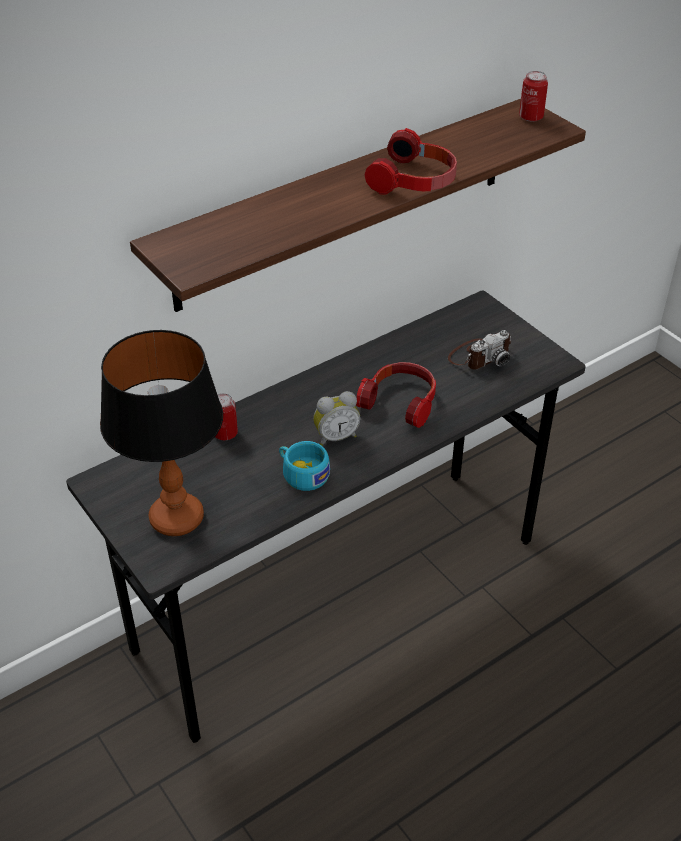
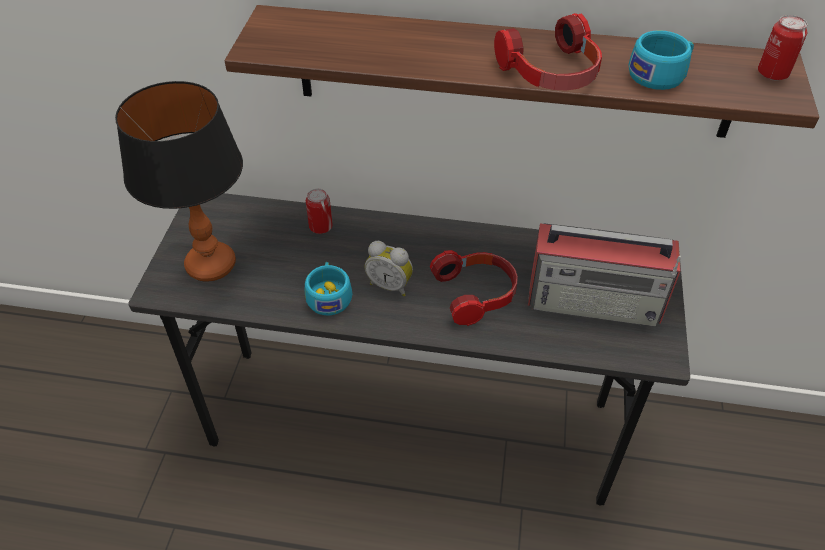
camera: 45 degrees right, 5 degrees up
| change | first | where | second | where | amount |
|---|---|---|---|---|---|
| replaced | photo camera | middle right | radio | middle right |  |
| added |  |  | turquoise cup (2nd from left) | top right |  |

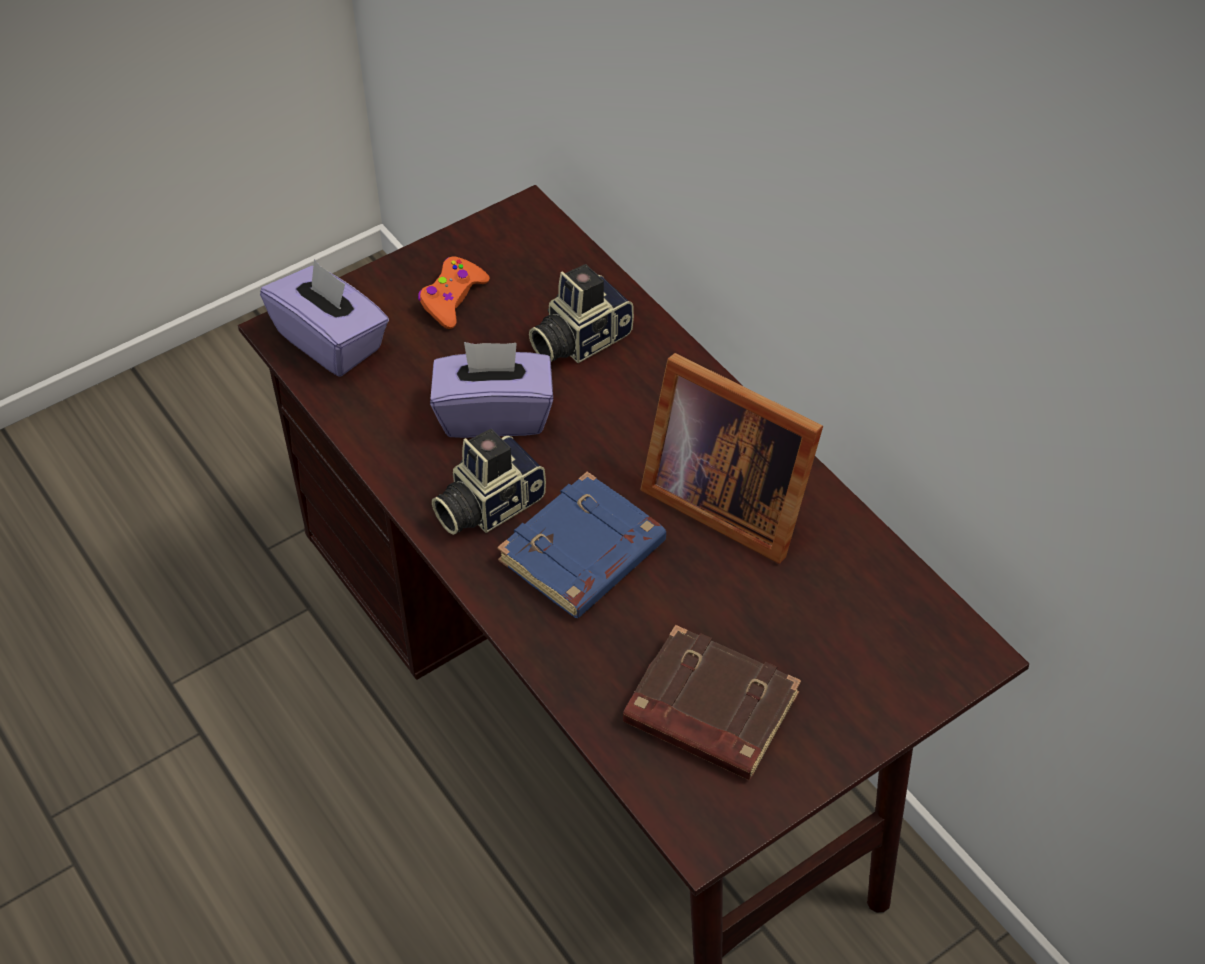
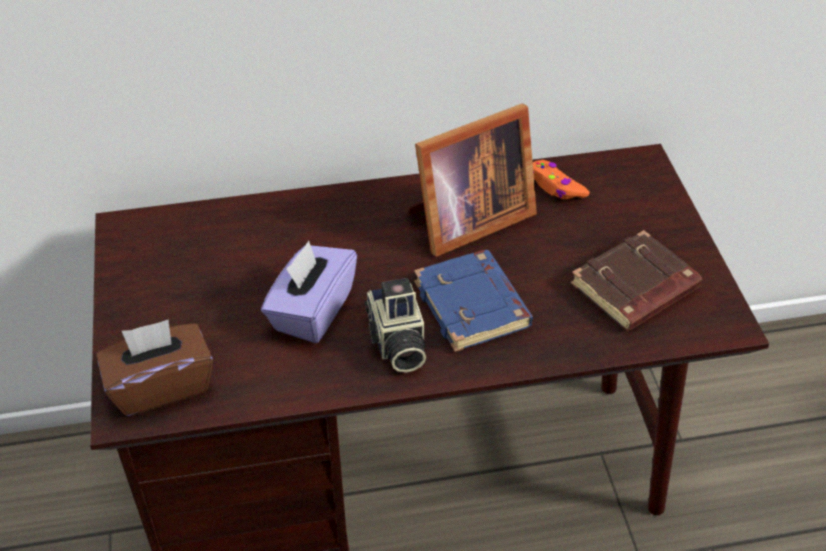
camera: 65 degrees left, 5 degrees down
| change | first | where | second | where | amount |
|---|---|---|---|---|---|
| recoloured | purple tissue box (1st from left) | top left | brown tissue box | bottom left |  |
| moved | orange game controller | top centre |  | top right |  |
| removed | photo camera (2nd from left) | top centre |  |  |  |

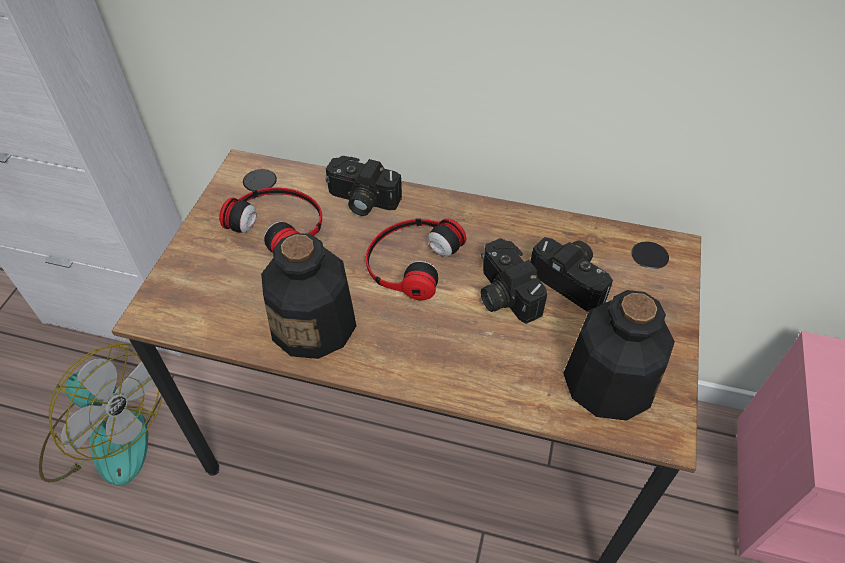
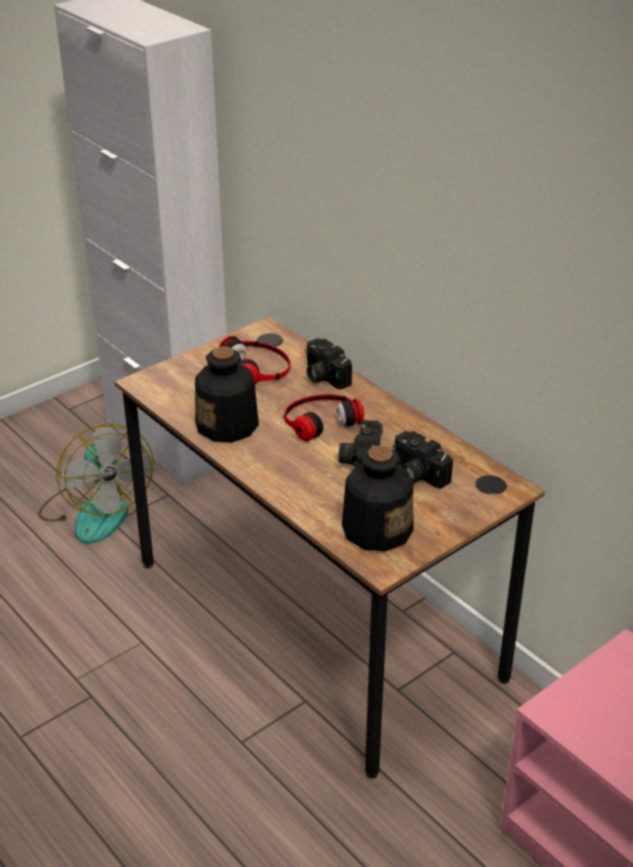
camera: 35 degrees right, 15 degrees down
| change | first | where | second | where | amount |
|---|---|---|---|---|---|
| turned | photo camera (3rd from left) | middle right |  | middle right | 150 degrees clockwise |

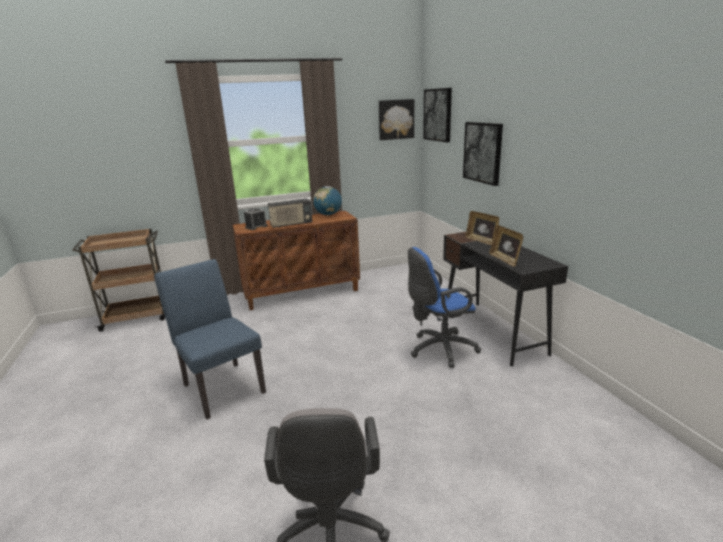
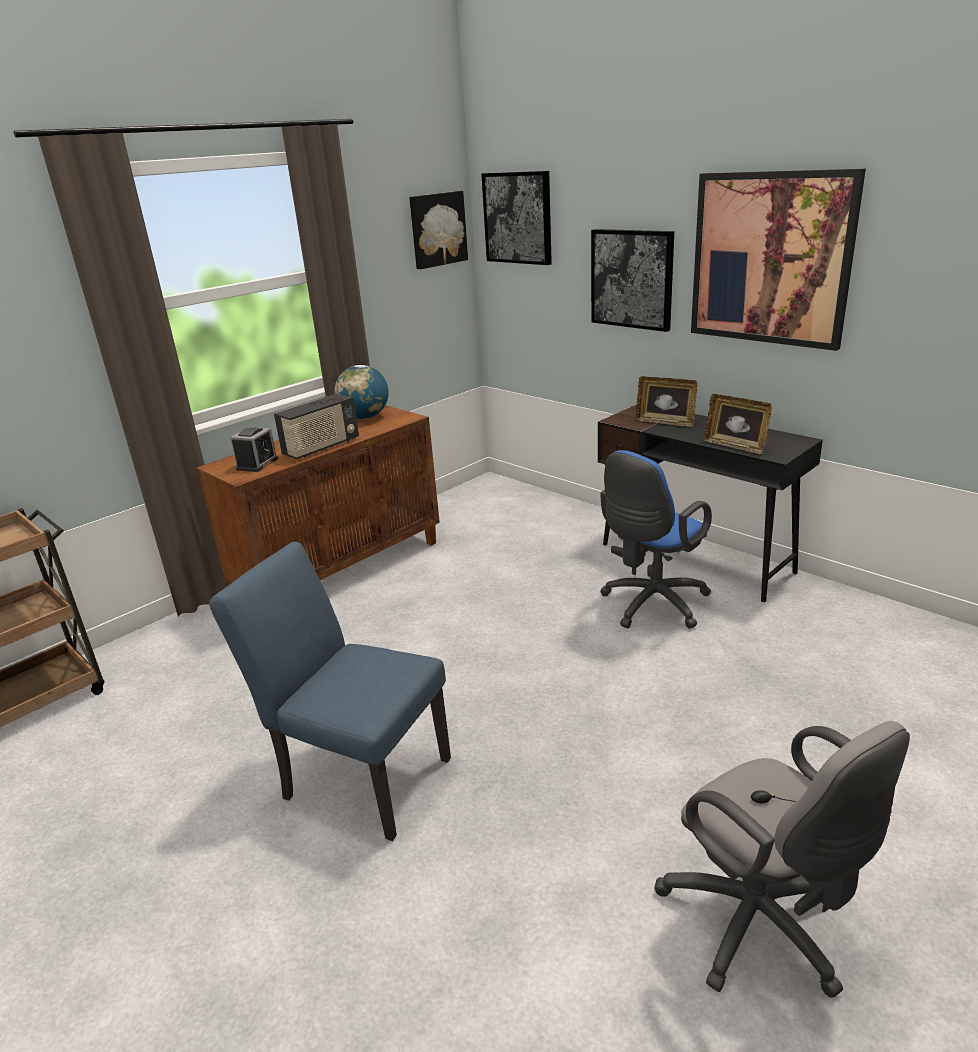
camera: 25 degrees left, 5 degrees up
| change | first | where | second | where | amount |
|---|---|---|---|---|---|
| added |  |  | picture (4th from left) | top right |  |

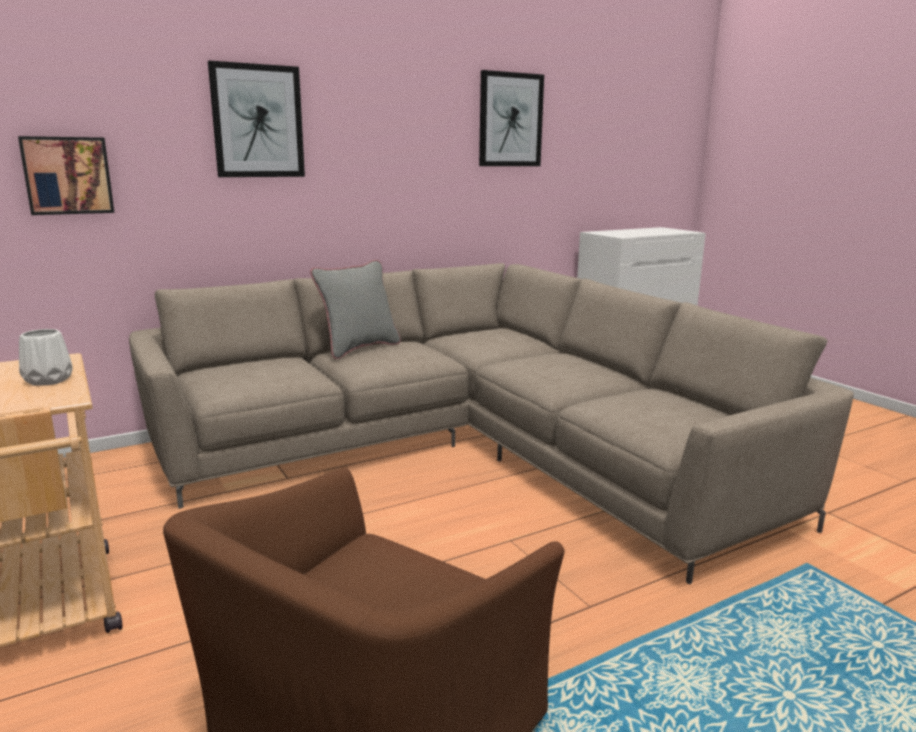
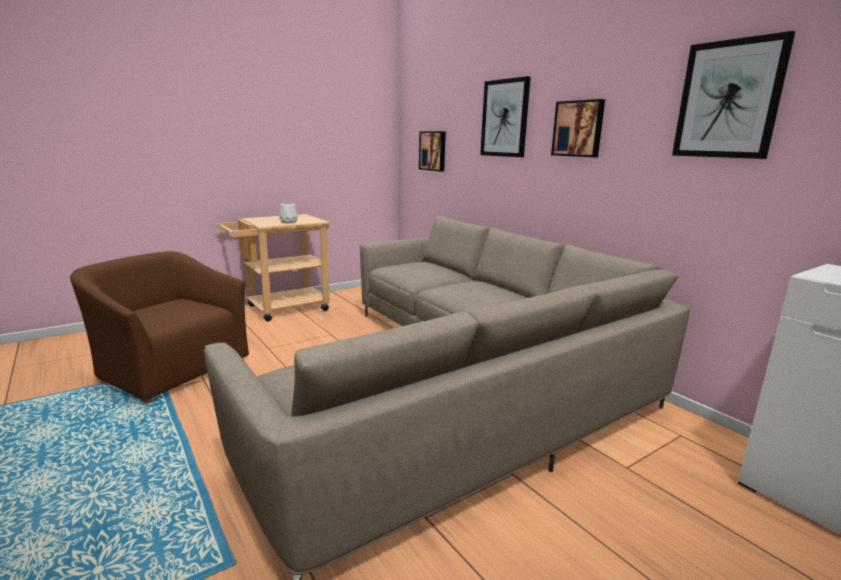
camera: 85 degrees right, 0 degrees up
| change | first | where | second | where | amount |
|---|---|---|---|---|---|
| added |  |  | picture (3rd from left) | top right |  |
| removed | grey pillow | centre |  |  |  |

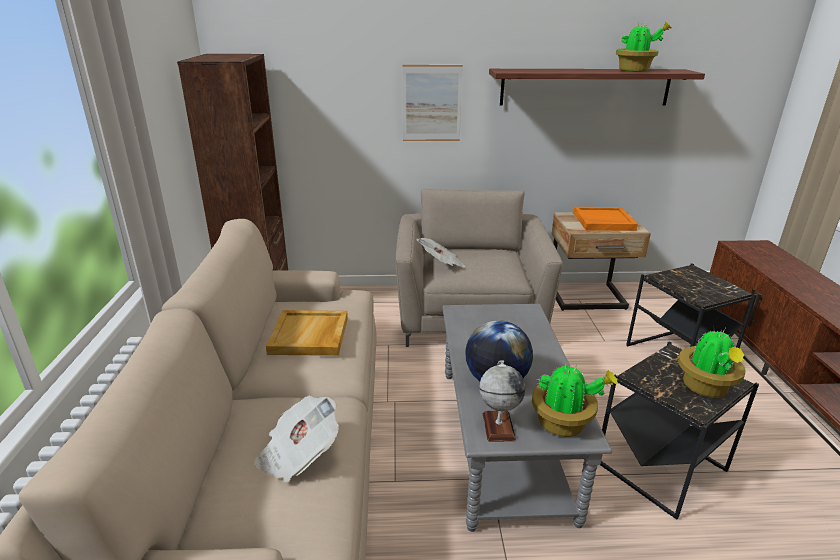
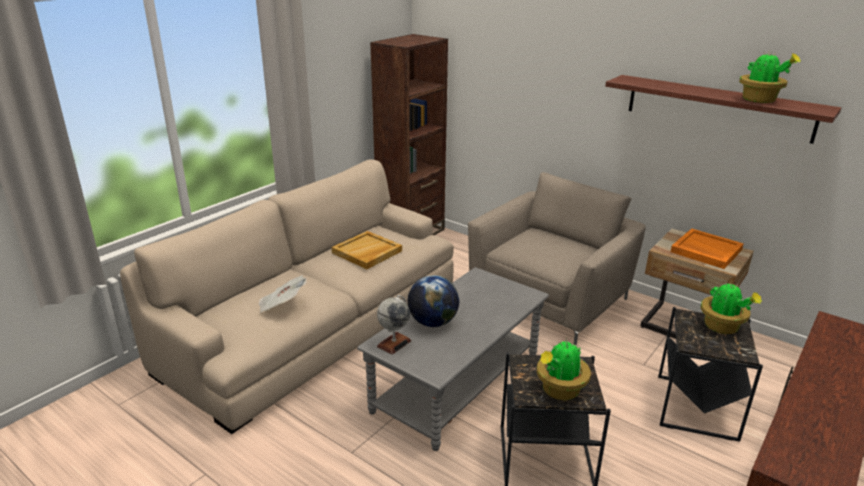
camera: 40 degrees right, 0 degrees up
| change | first | where | second | where | amount |
|---|---|---|---|---|---|
| moved | potted plant (1st from left in the first image) | bottom right | potted plant (2nd from left) | middle right |  |
| removed | picture | top centre |  |  |  |
| removed | newspaper (2nd from left) | centre |  |  |  |

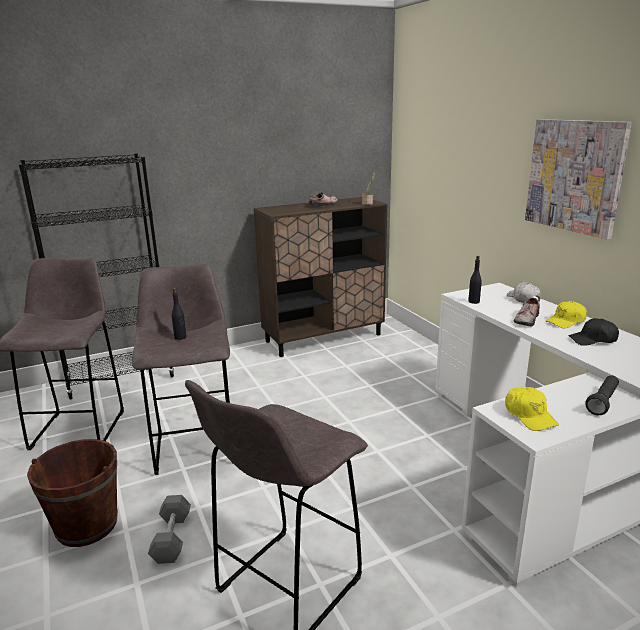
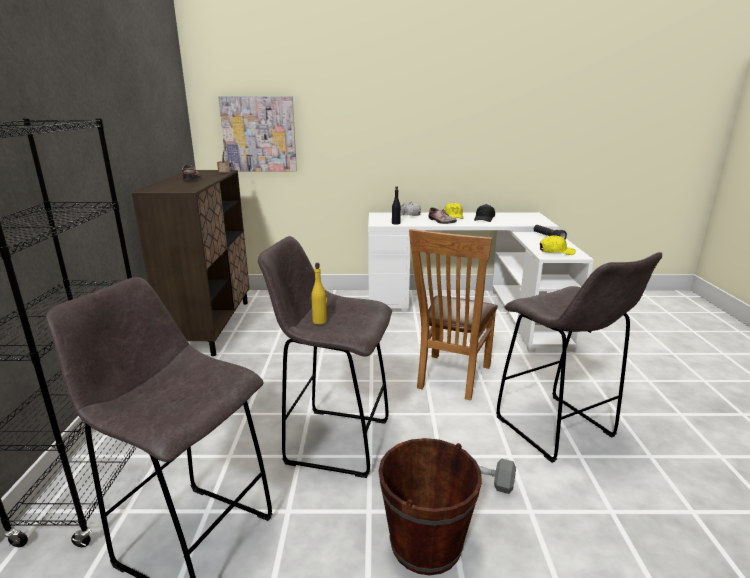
camera: 65 degrees left, 0 degrees up
| change | first | where | second | where | amount |
|---|---|---|---|---|---|
| moved | picture | top right |  | top centre |  |
| recoloured | black bottle (1st from left) | middle left | yellow bottle | centre |  |
| added |  |  | brown chair | centre |  |

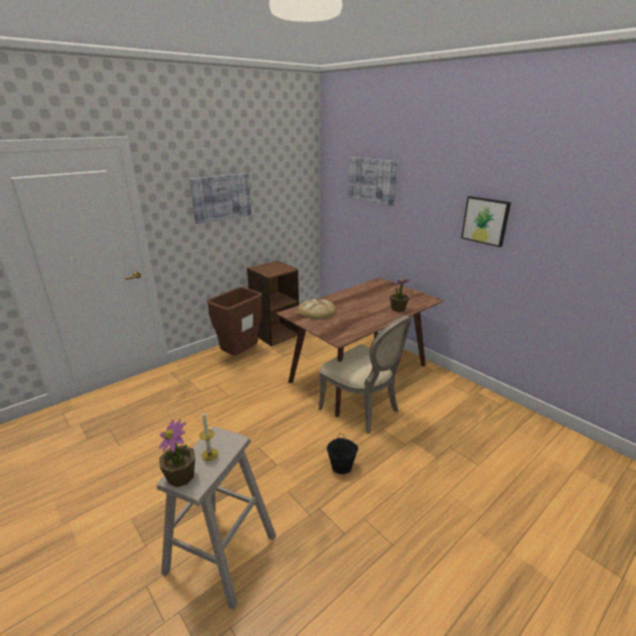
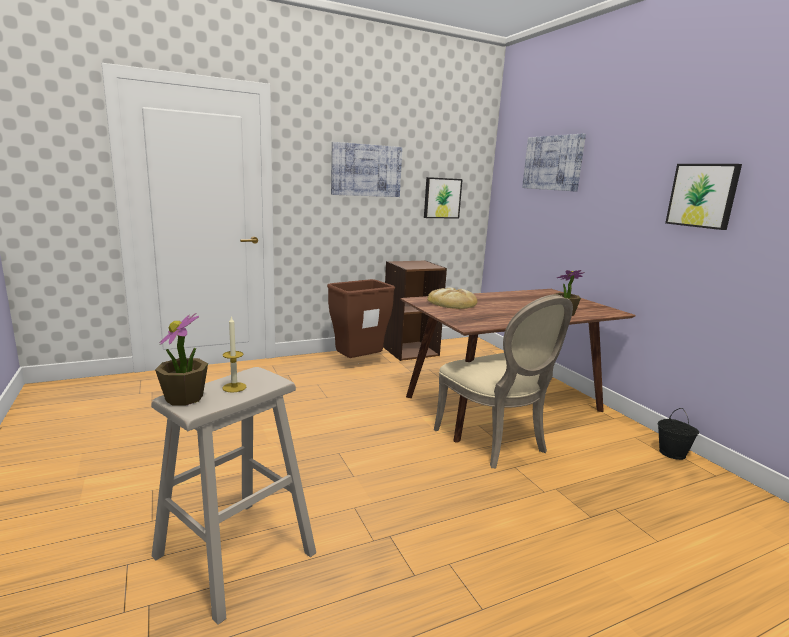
camera: 15 degrees right, 10 degrees down
| change | first | where | second | where | amount |
|---|---|---|---|---|---|
| added |  |  | picture (2nd from left) | top centre |  |
| moved | black bucket | bottom centre |  | bottom right |  |

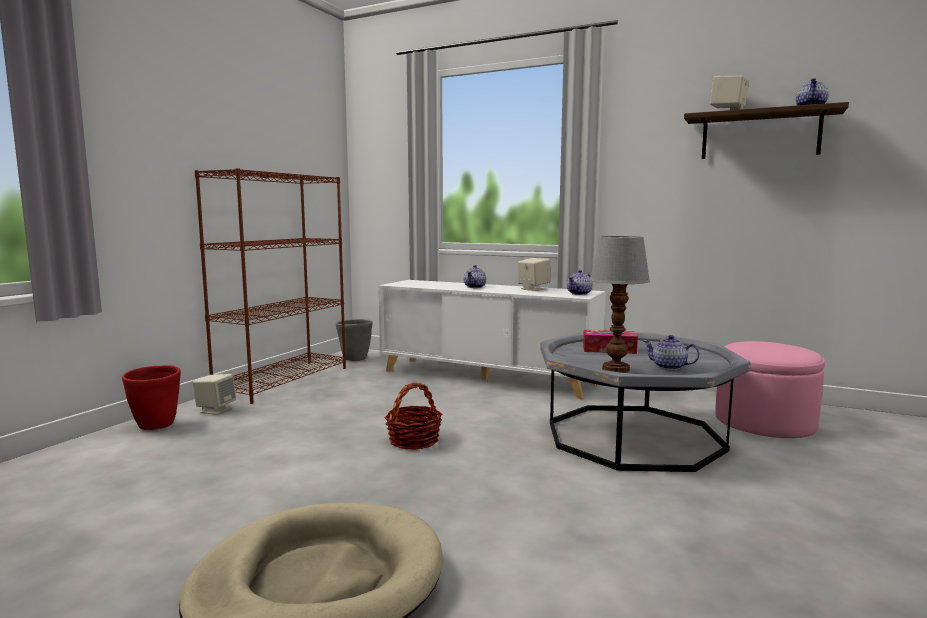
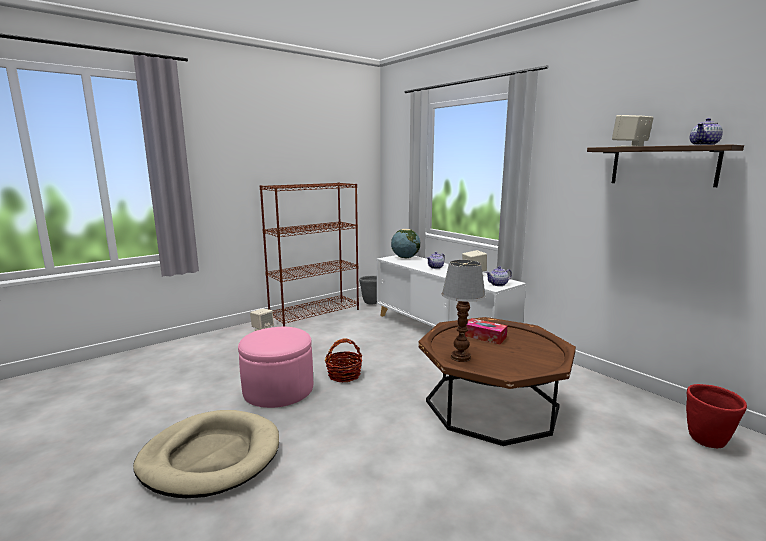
camera: 25 degrees right, 5 degrees up
| change | first | where | second | where | amount |
|---|---|---|---|---|---|
| moved | pink ottoman | middle right |  | bottom centre |  |
| added |  |  | globe | centre |  |
| recoloured | grey coffee table | middle right | brown coffee table | bottom centre |  |
| moved | red planter | middle left |  | bottom right |  |
| removed | teapot (3rd from left) | middle right |  |  |  |

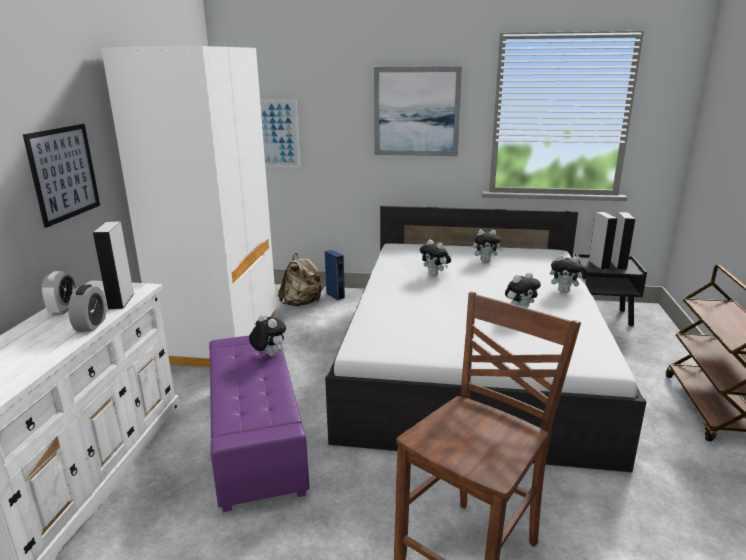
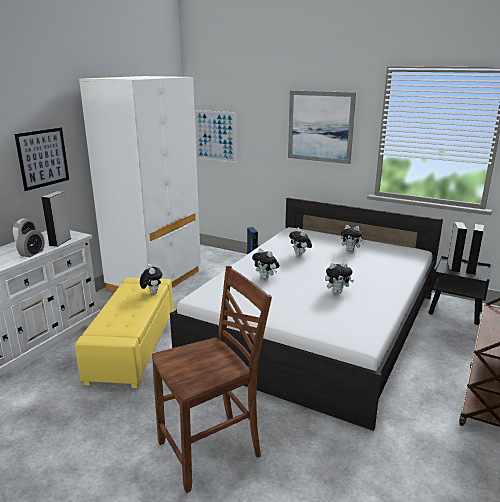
camera: 20 degrees right, 0 degrees up
| change | first | where | second | where | amount |
|---|---|---|---|---|---|
| recoloured | purple ottoman | bottom centre | yellow ottoman | middle left |  |
| moved | plush toy (5th from left in the first image) | middle right | plush toy (2nd from left) | centre |  |
| removed | beige backpack | centre |  |  |  |

